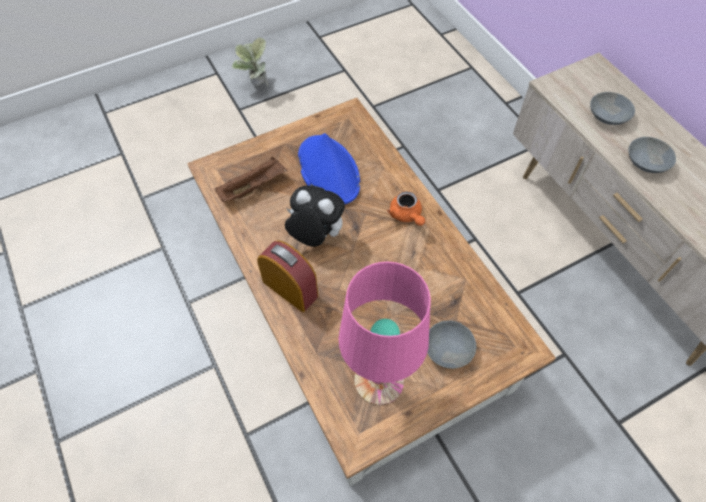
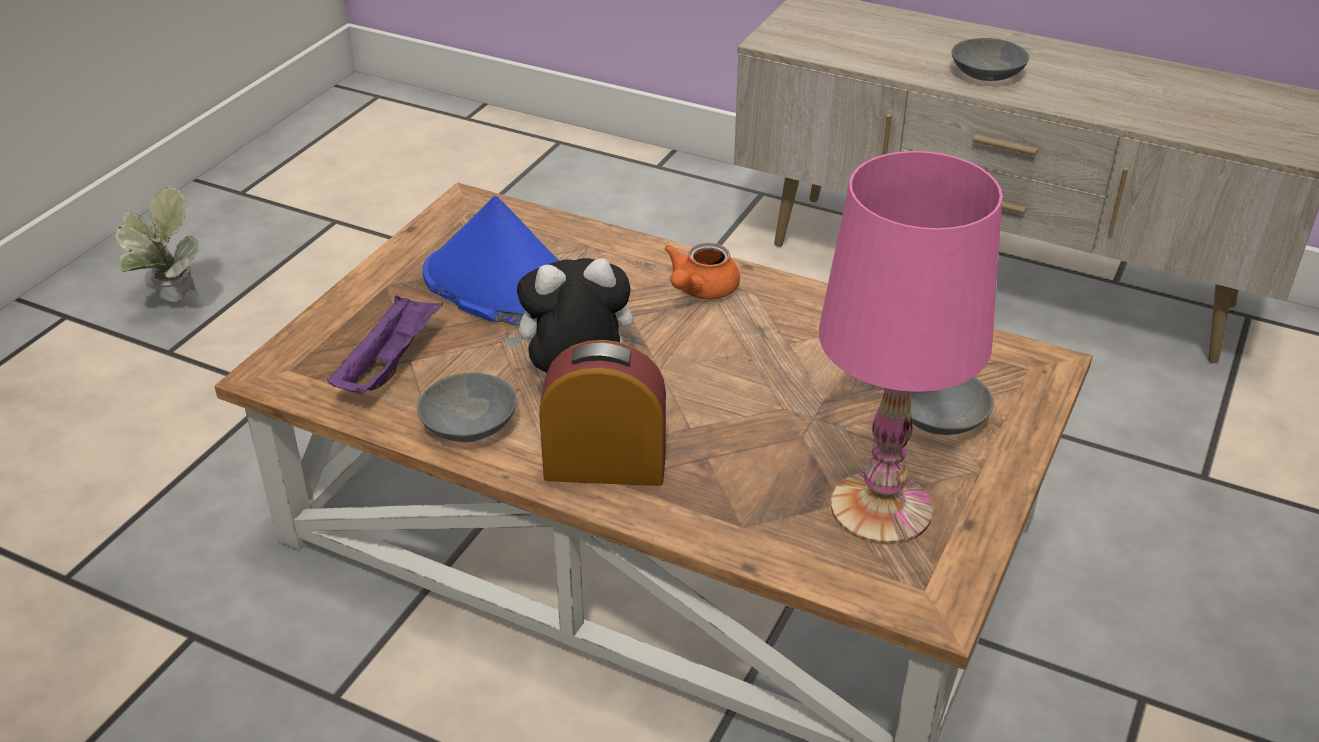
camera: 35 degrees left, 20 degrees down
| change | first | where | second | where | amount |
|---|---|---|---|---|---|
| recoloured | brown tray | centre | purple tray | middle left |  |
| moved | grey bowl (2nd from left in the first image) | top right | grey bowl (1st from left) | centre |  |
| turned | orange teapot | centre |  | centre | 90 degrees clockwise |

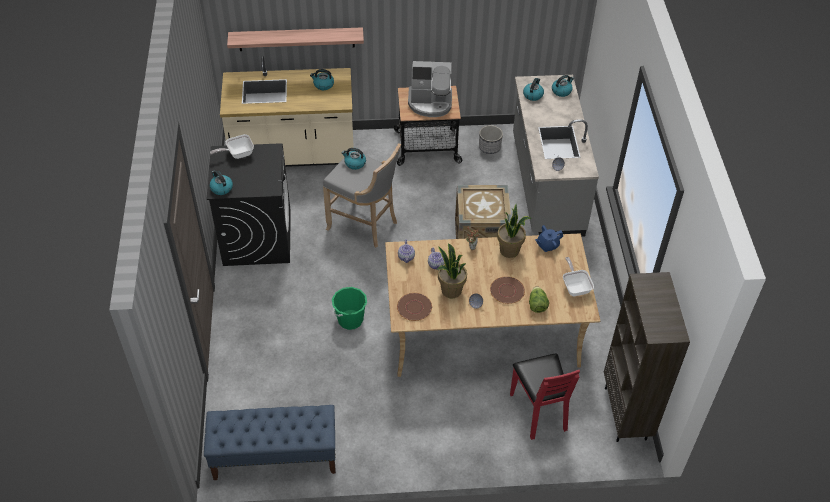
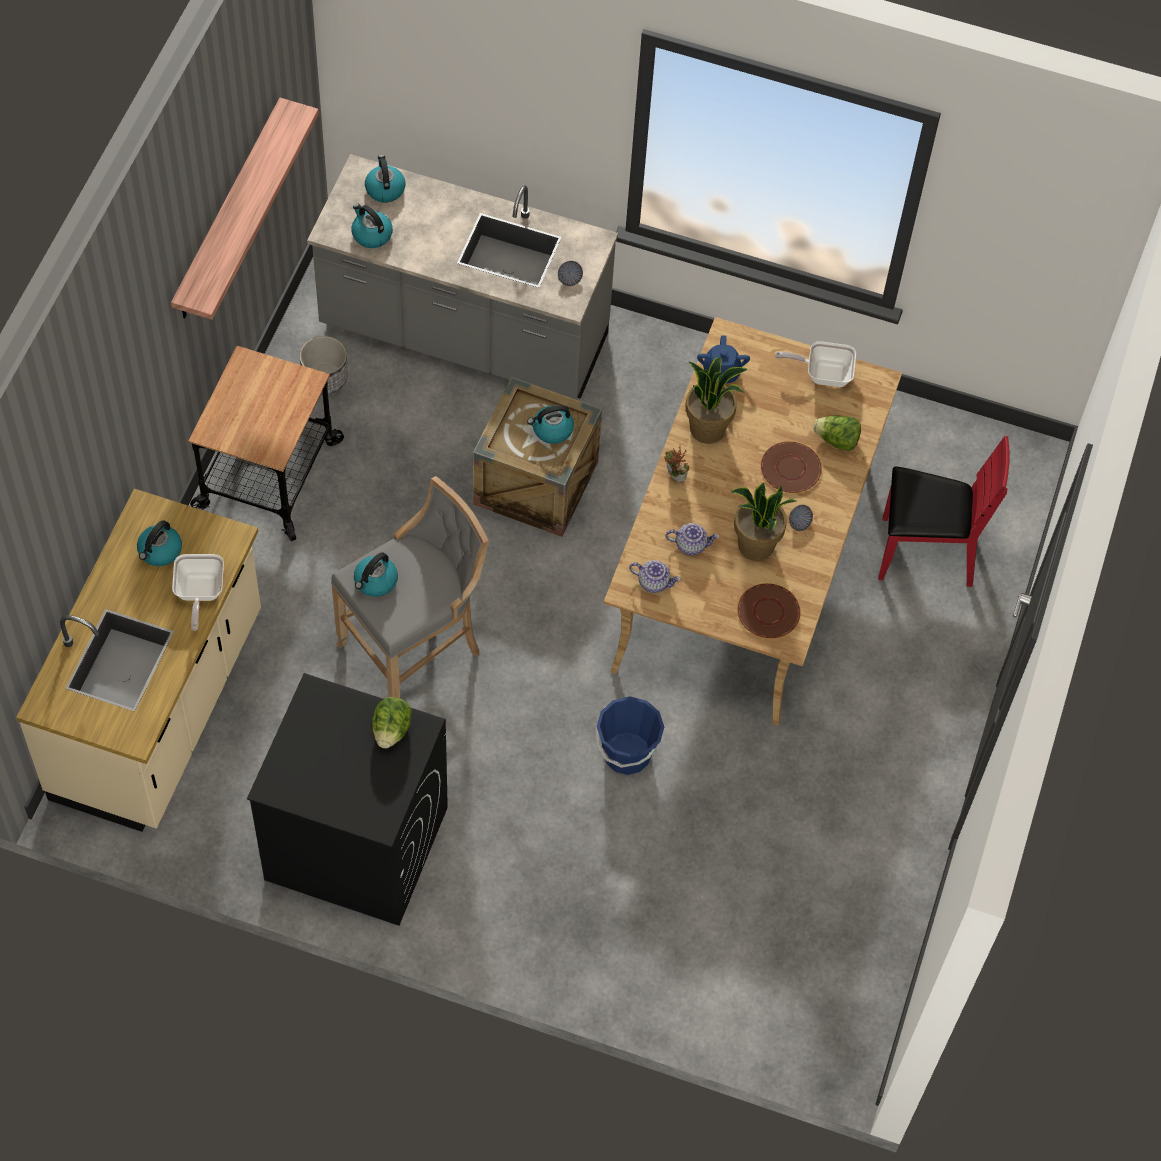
camera: 70 degrees left, 10 degrees up
| change | first | where | second | where | amount |
|---|---|---|---|---|---|
| moved | shelf | top centre |  | top left |  |
| moved | frying pan (1st from left) | top left |  | middle left |  |
| added |  |  | lettuce (1st from left) | centre |  |
| moved | kettle (1st from left in the first image) | middle left | kettle (5th from left) | centre |  |
| recoloured | green bucket | centre | blue bucket | centre |  |
| removed | blue bench | bottom left |  |  |  |
| removed | coffee machine | top centre |  |  |  |
| removed | brown bookcase | bottom right |  |  |  |

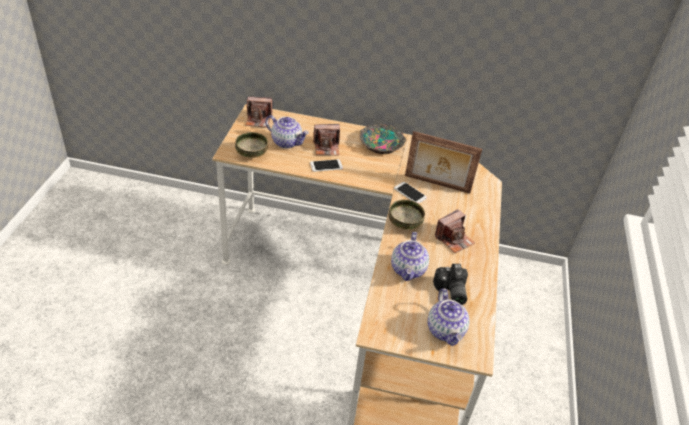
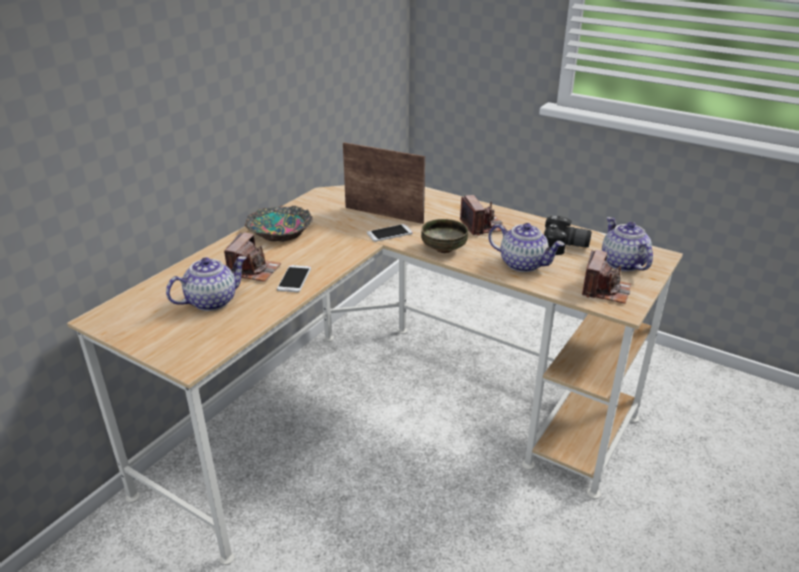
camera: 65 degrees left, 10 degrees down
| change | first | where | second | where | amount |
|---|---|---|---|---|---|
| turned | picture frame | centre |  | top centre | 105 degrees counterclockwise |
| moved | photo camera (1st from left in the first image) | top centre | photo camera (4th from left) | middle right |  |
| turned | teapot (3rd from left) | bottom centre |  | middle right | 120 degrees counterclockwise |
| removed | bowl (1st from left) | centre |  |  |  |

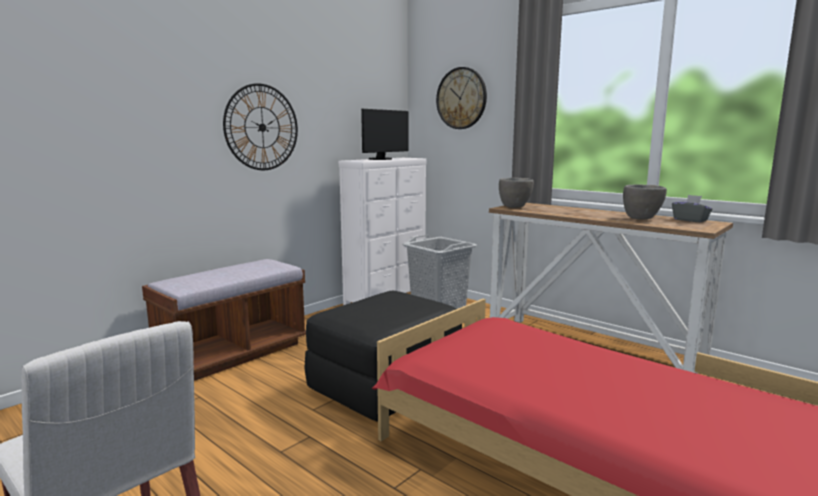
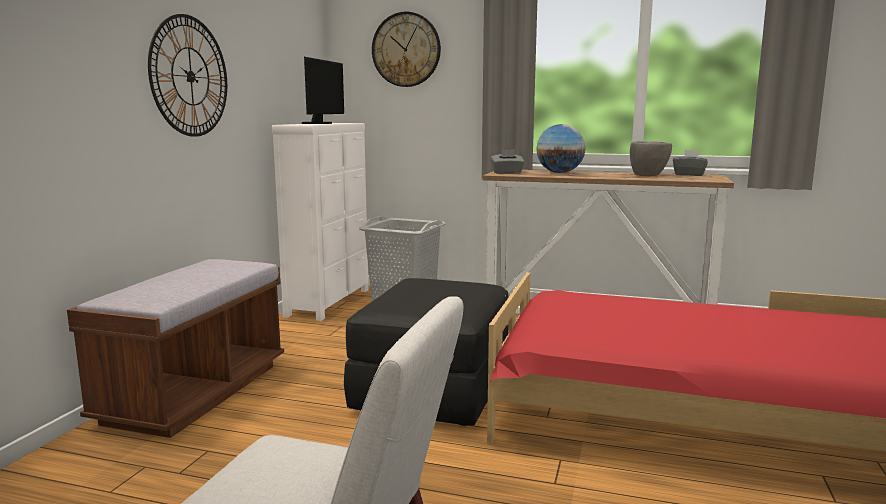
camera: 25 degrees left, 0 degrees up
| change | first | where | second | where | amount |
|---|---|---|---|---|---|
| replaced | grey bowl (1st from left) | centre | grey tissue box (1st from left) | top centre |  |
| added |  |  | globe | top centre |  |

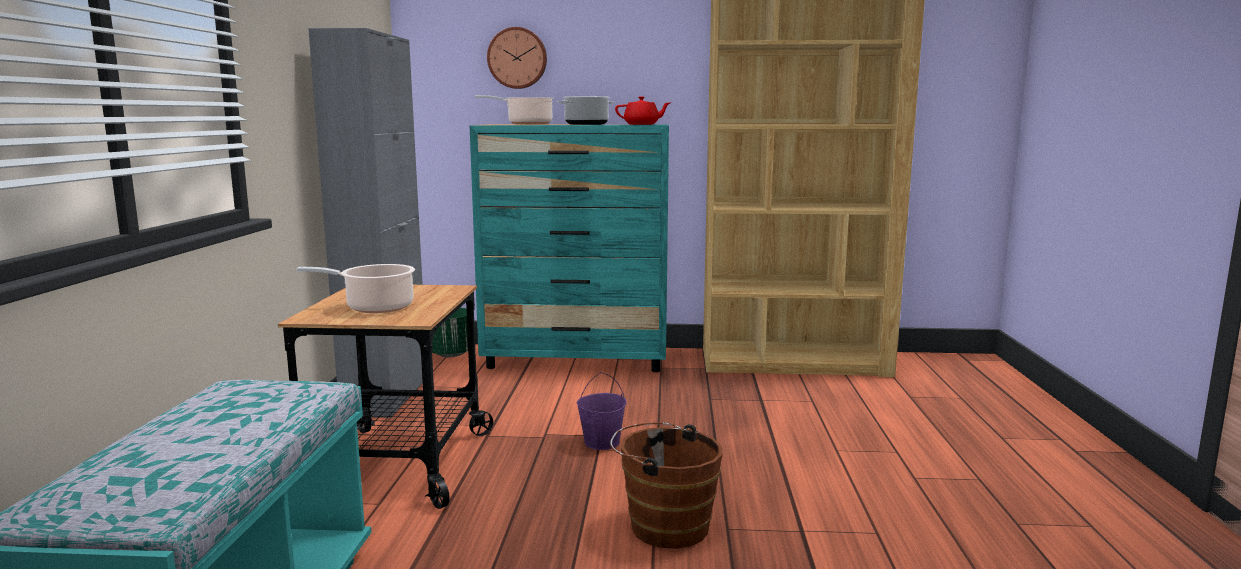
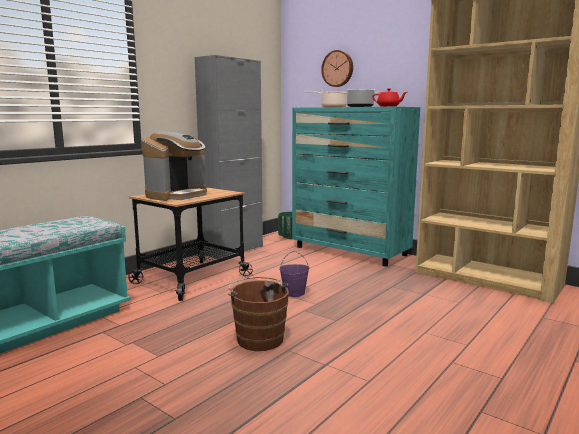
camera: 35 degrees right, 0 degrees up
| change | first | where | second | where | amount |
|---|---|---|---|---|---|
| replaced | cooking pot (1st from left) | middle left | coffee machine | middle left |  |

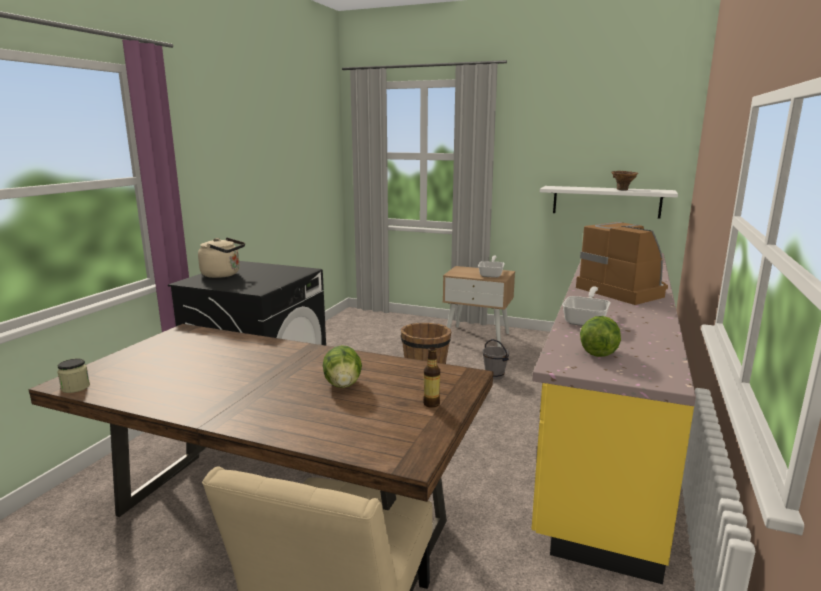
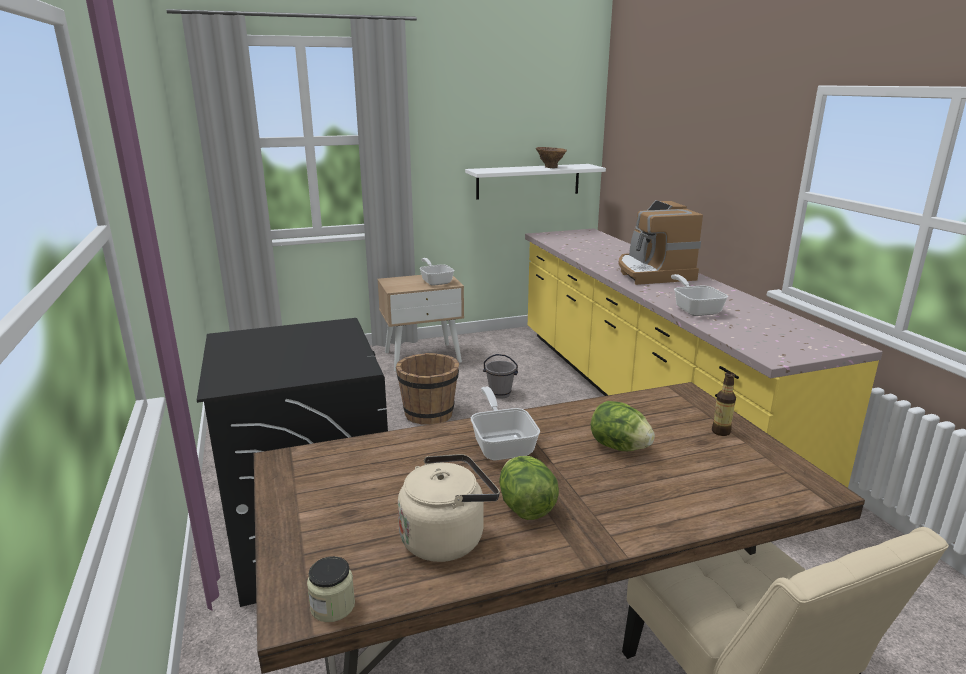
camera: 40 degrees left, 5 degrees up
| change | first | where | second | where | amount |
|---|---|---|---|---|---|
| moved | beige kettle | middle left |  | bottom centre |  |
| added |  |  | frying pan (2nd from left) | centre |  |
| moved | lettuce (2nd from left in the first image) | middle right | lettuce (1st from left) | bottom centre |  |
| turned | coffee machine | middle right |  | middle right | 120 degrees counterclockwise |

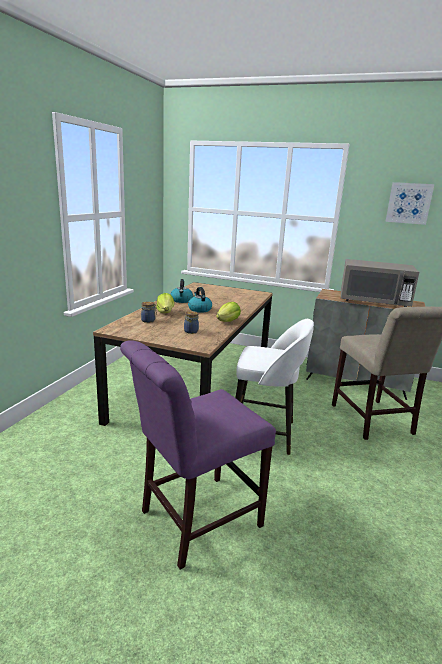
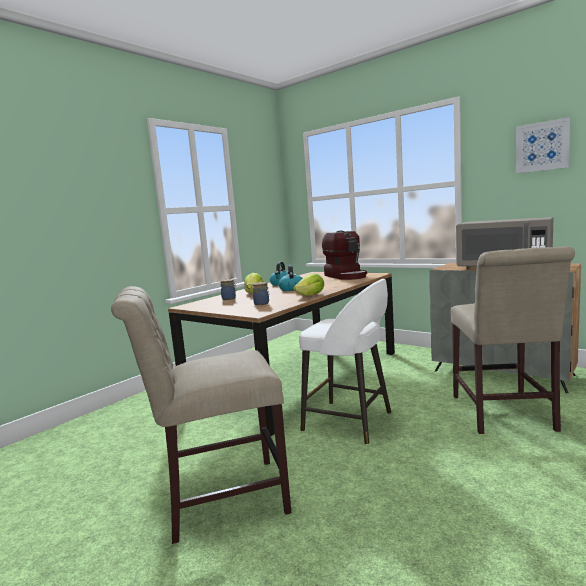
camera: 20 degrees right, 10 degrees down
| change | first | where | second | where | amount |
|---|---|---|---|---|---|
| recoloured | purple chair | bottom centre | beige chair (1st from left) | bottom centre |  |
| added |  |  | coffee machine | centre |  |

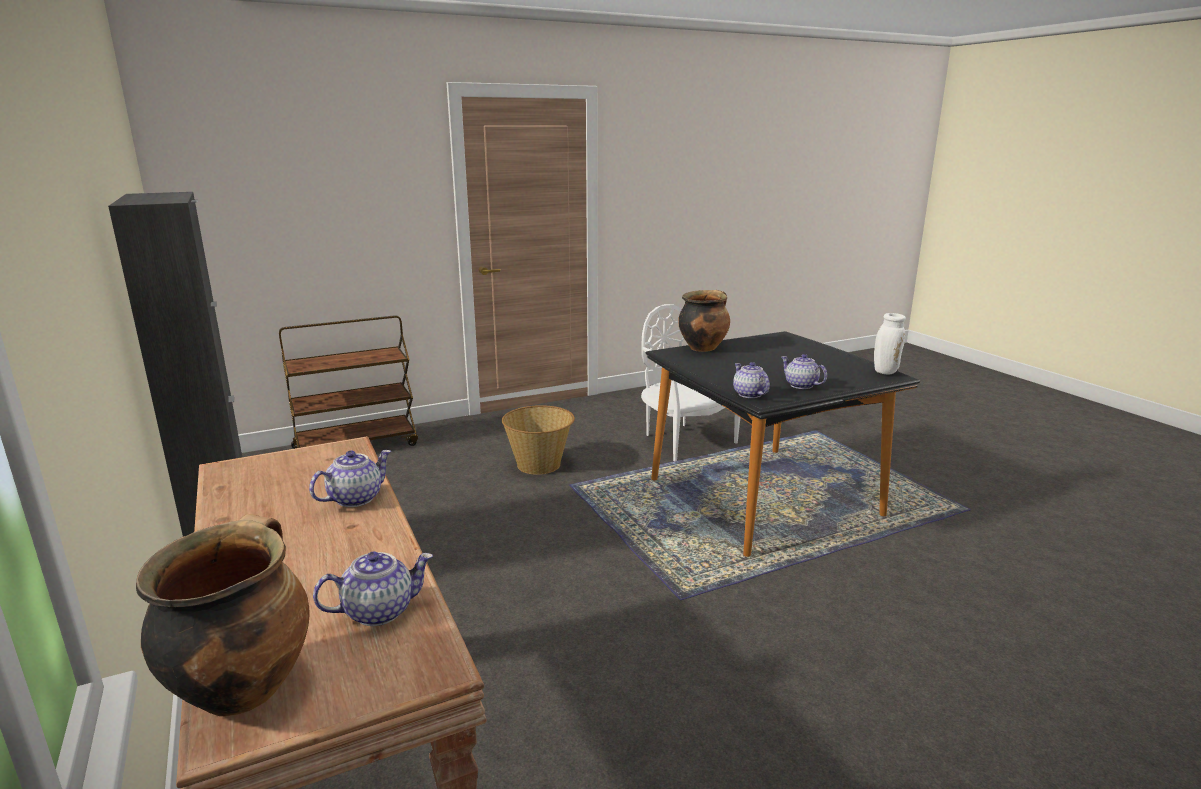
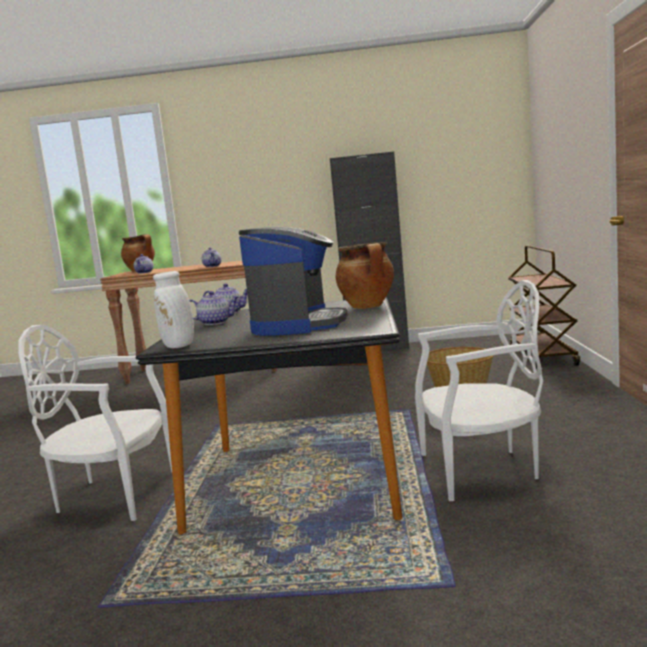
camera: 120 degrees right, 10 degrees down
| change | first | where | second | where | amount |
|---|---|---|---|---|---|
| added |  |  | white chair (1st from left) | middle left |  |
| added |  |  | coffee machine | centre |  |

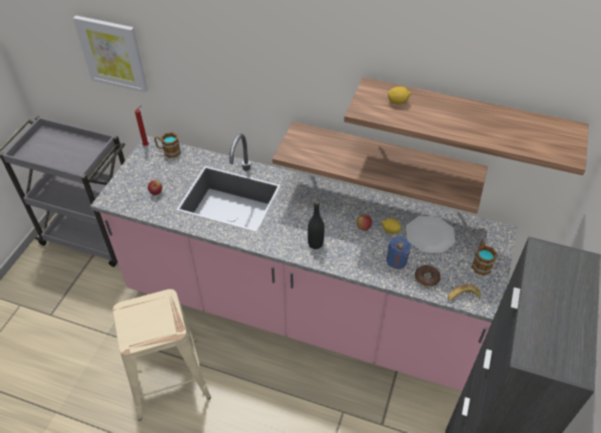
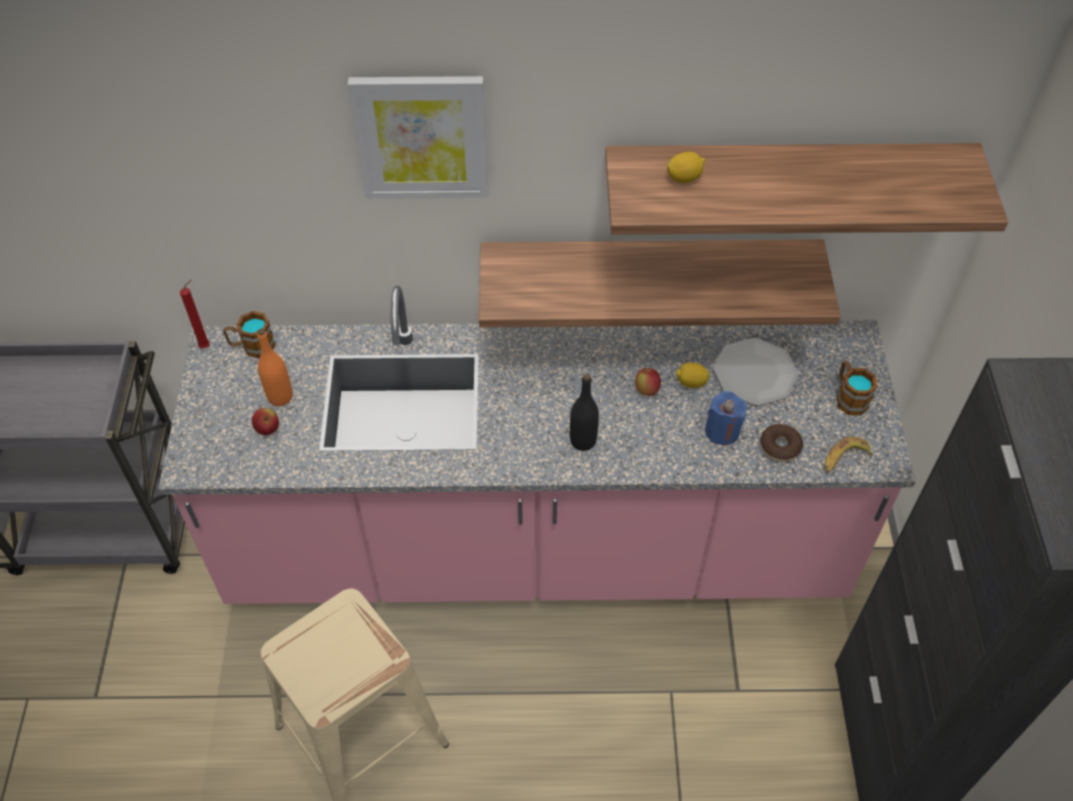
camera: 20 degrees left, 5 degrees up
| change | first | where | second | where | amount |
|---|---|---|---|---|---|
| added |  |  | orange bottle | middle left |  |
| moved | picture | top left |  | top centre |  |

